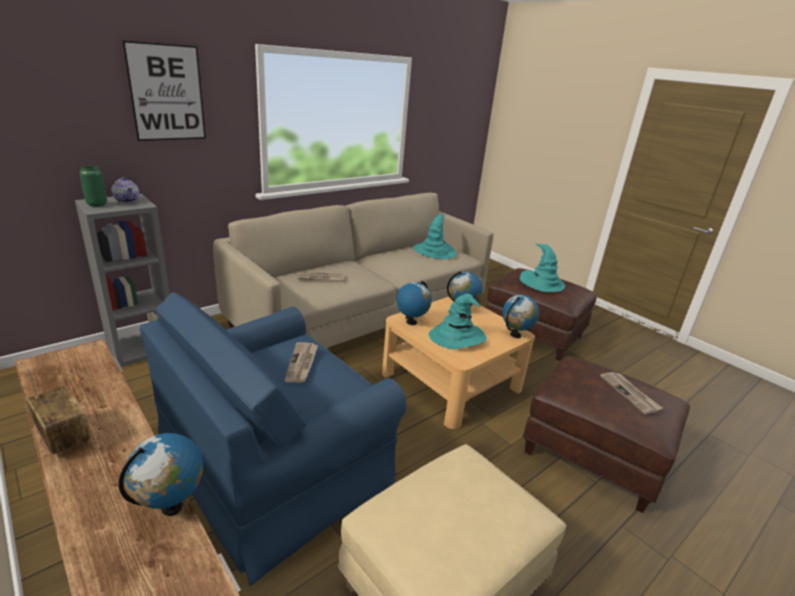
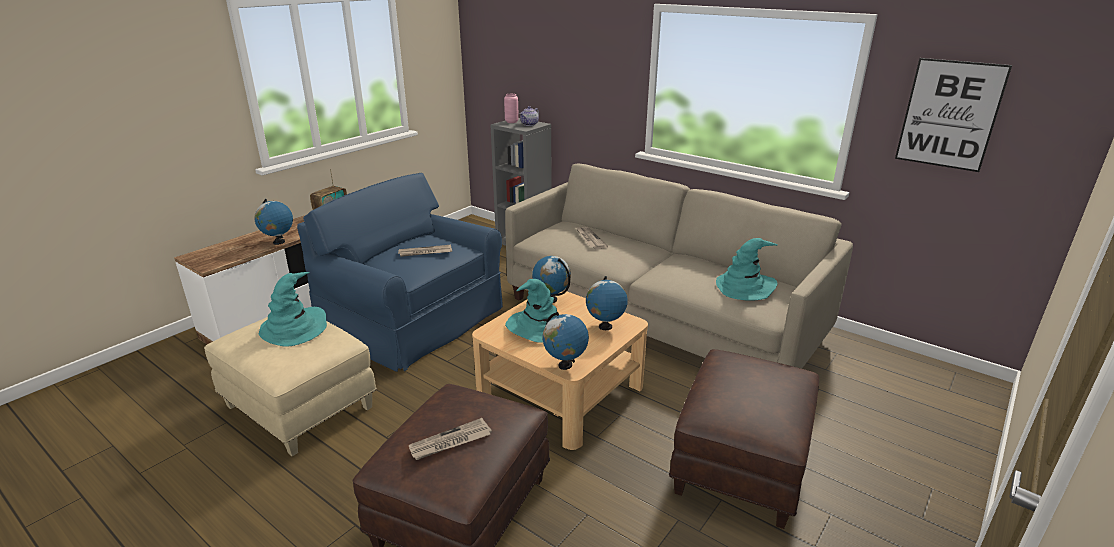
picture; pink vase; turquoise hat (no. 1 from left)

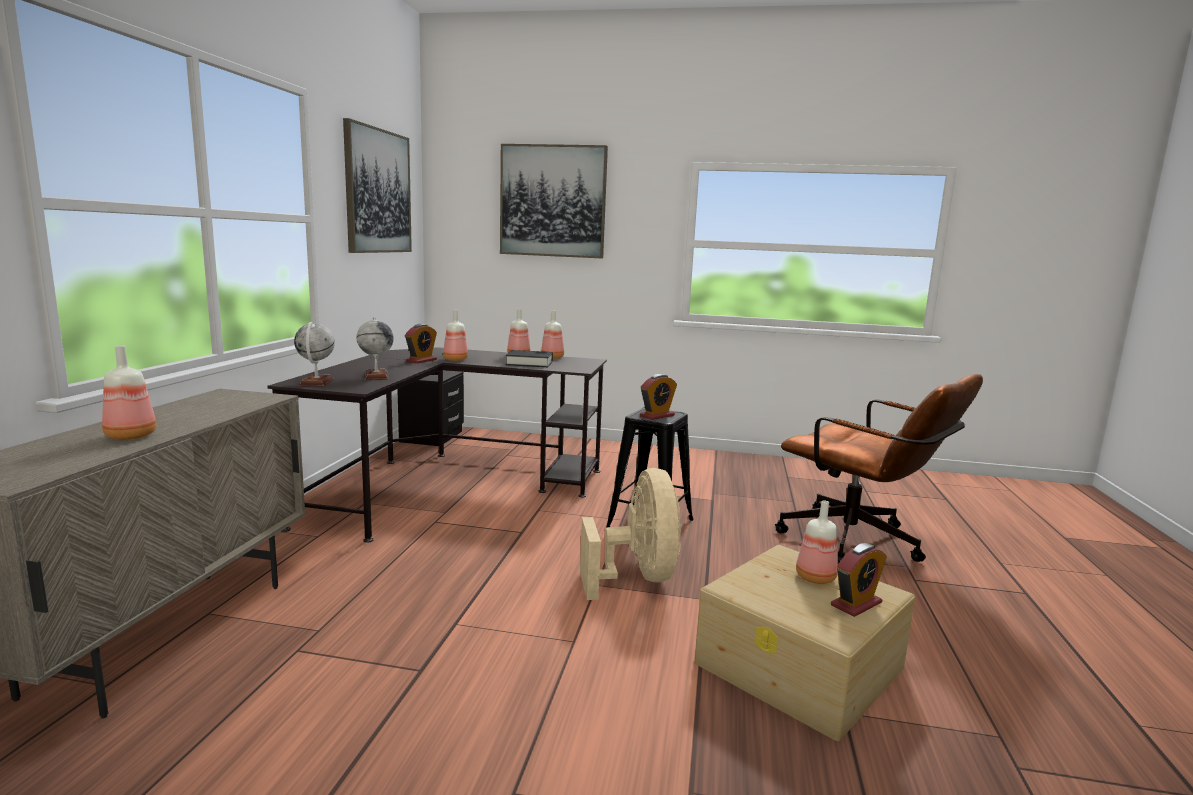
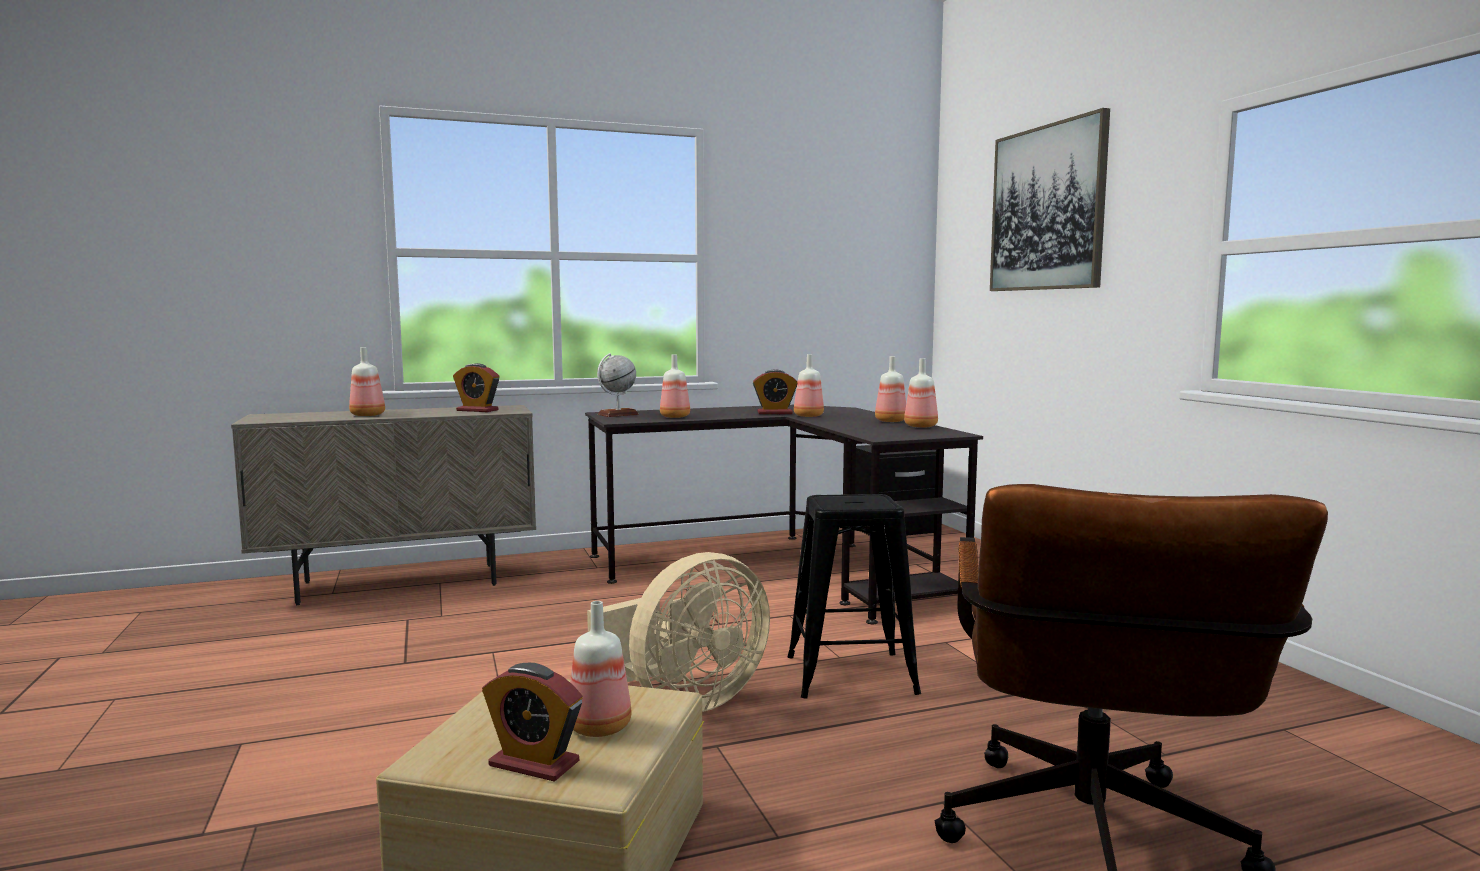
picture (no. 1 from left in the first image); bottle (no. 3 from left); black book; alarm clock (no. 1 from left)

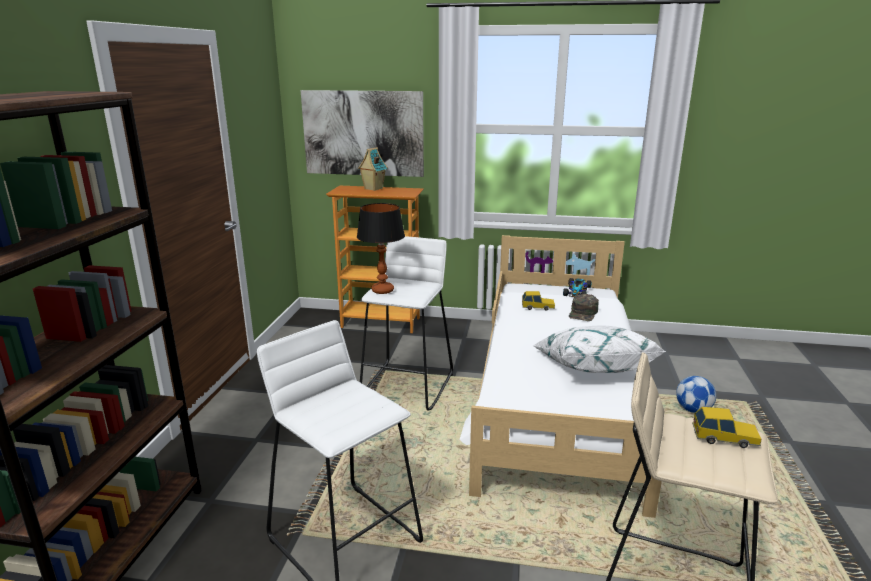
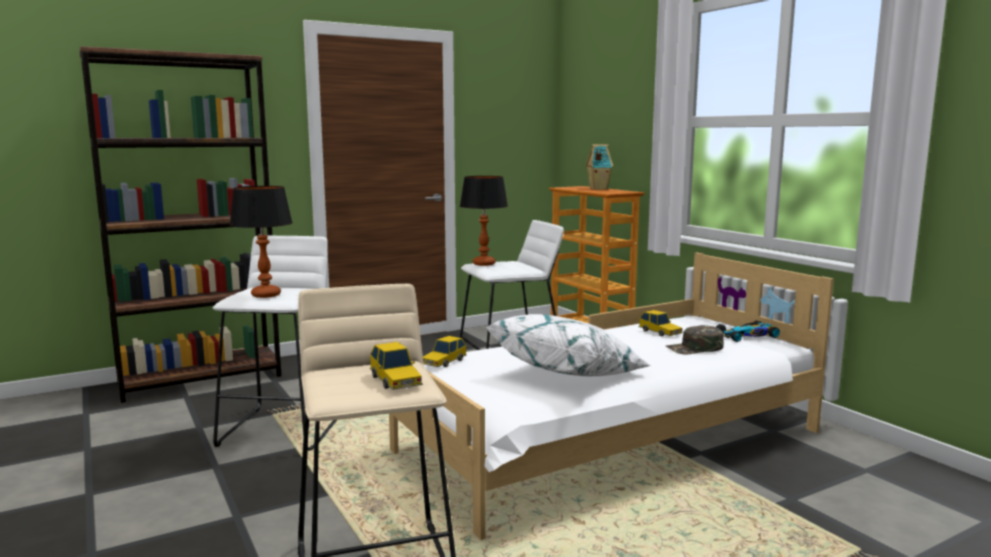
picture; football; table lamp (no. 1 from left); toy car (no. 2 from left)

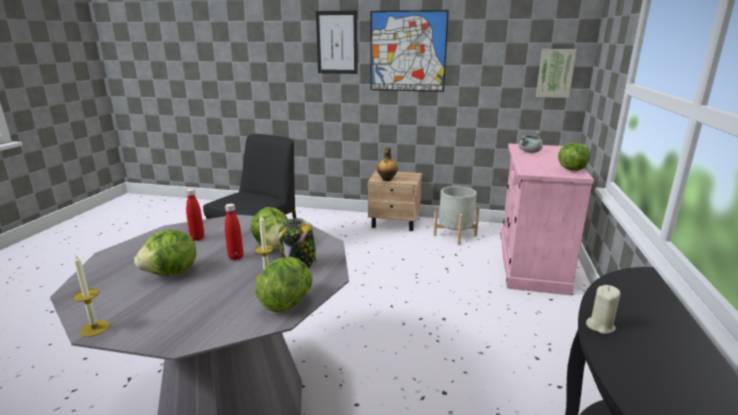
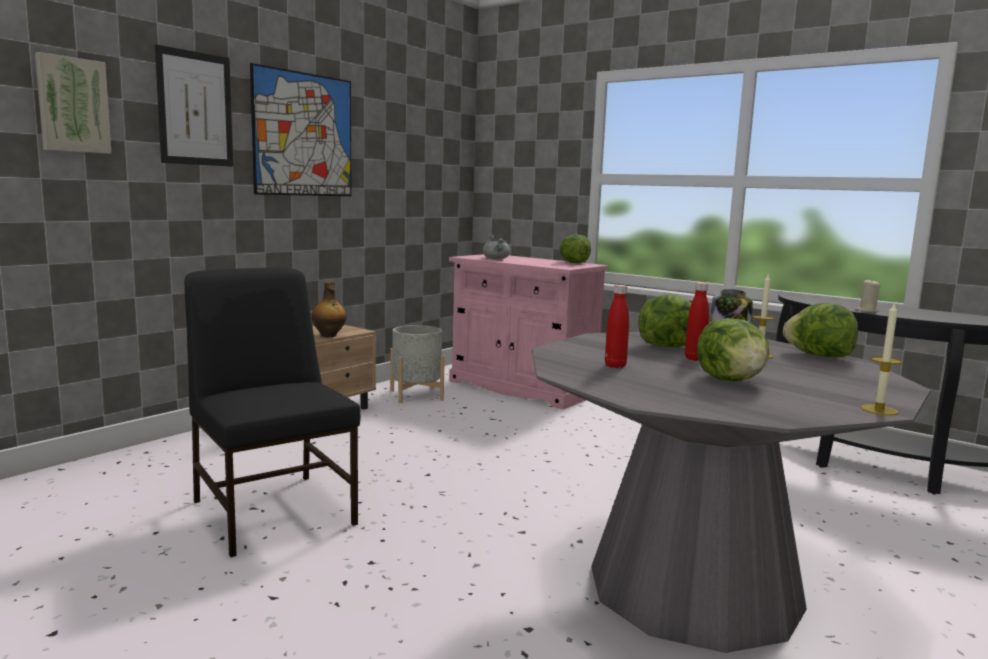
picture (no. 1 from left)

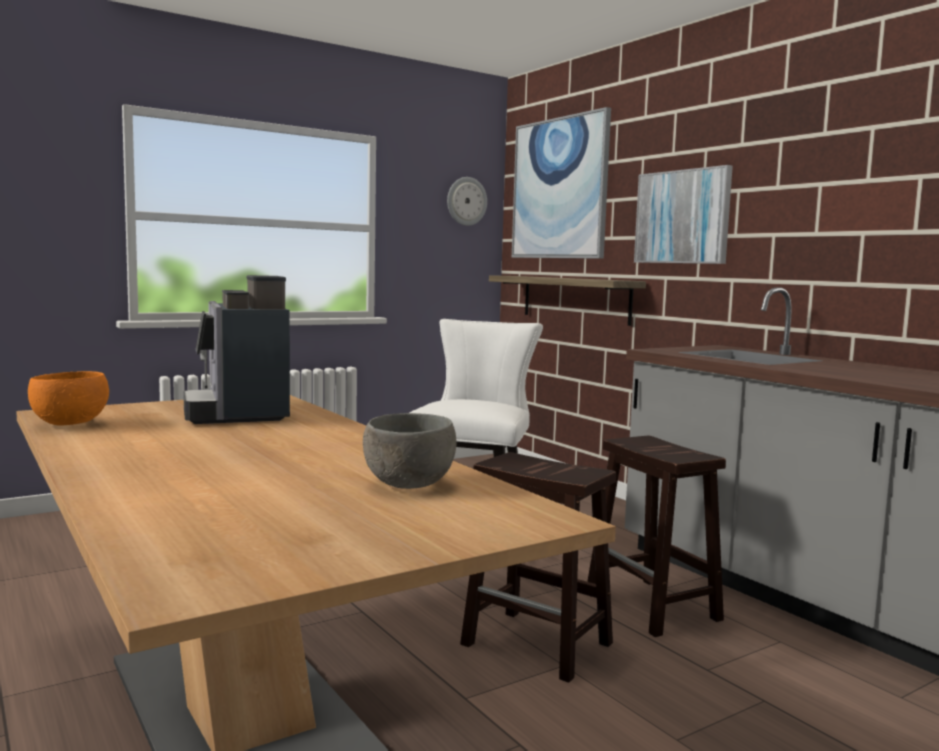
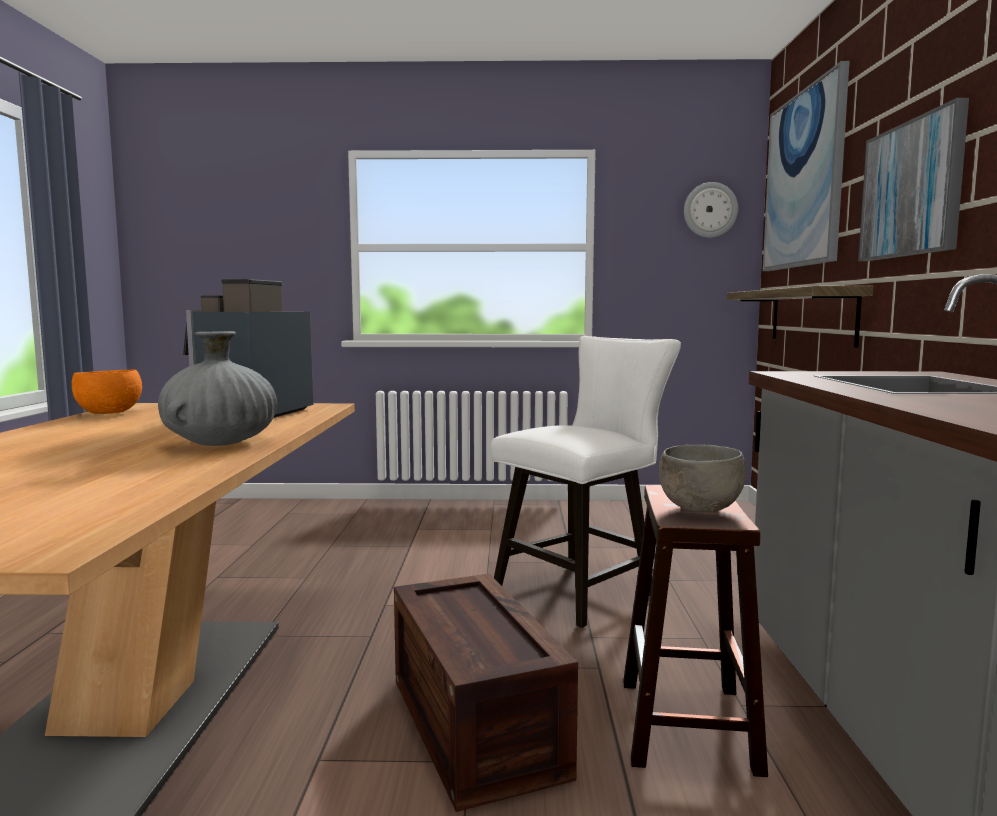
grey bowl; crate; grey vase

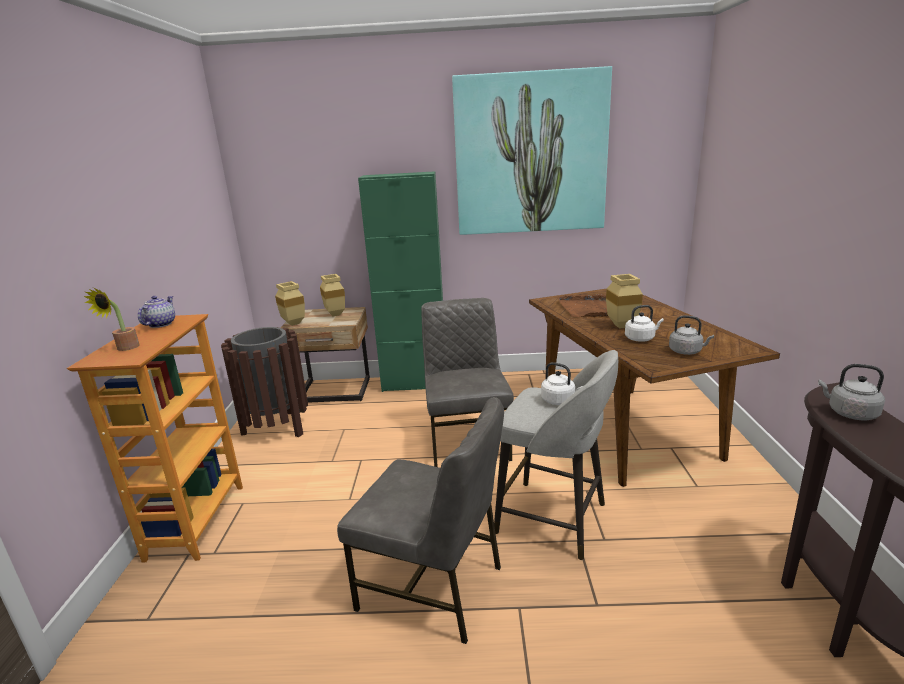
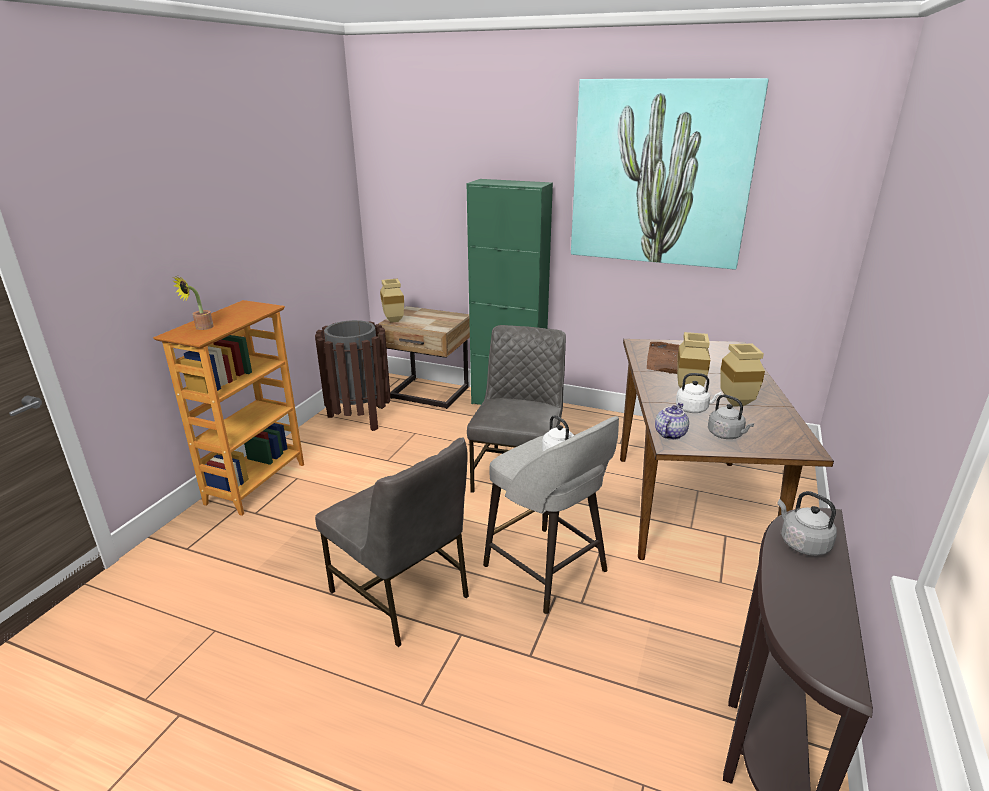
beige vase (no. 3 from left); teapot

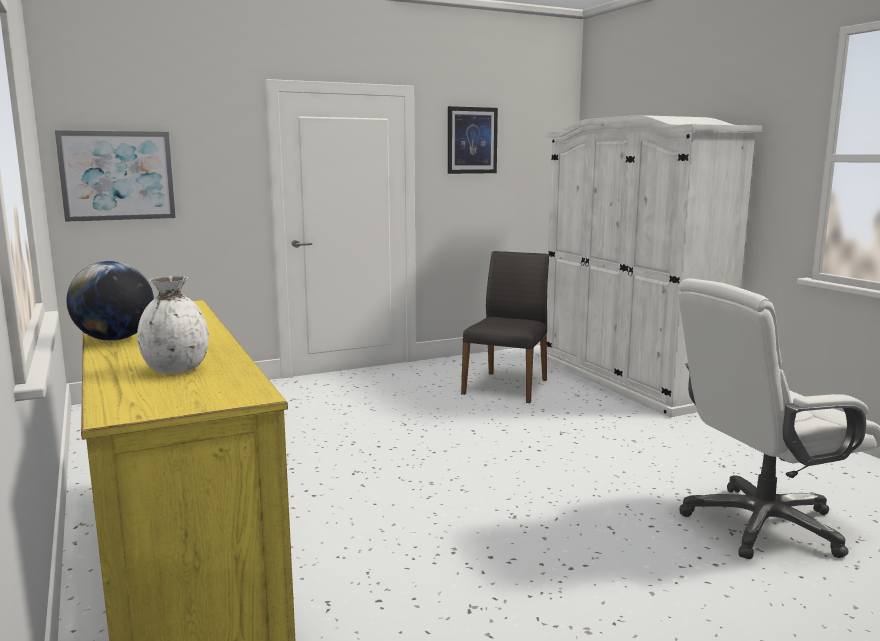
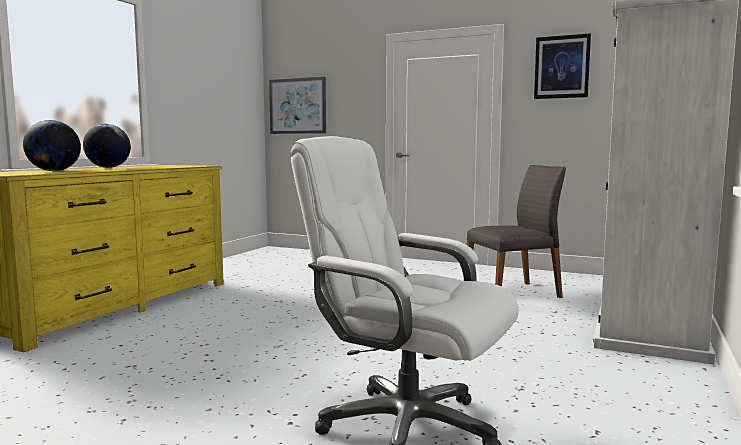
globe (no. 1 from left)

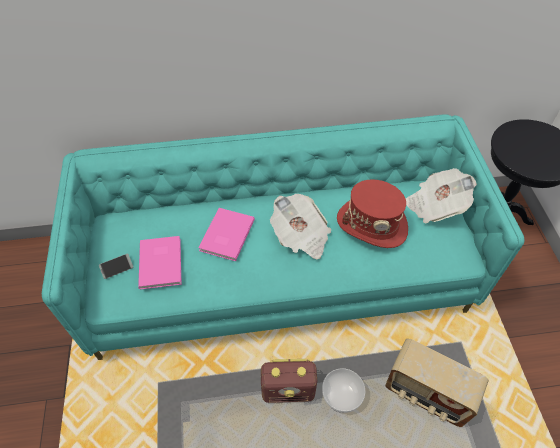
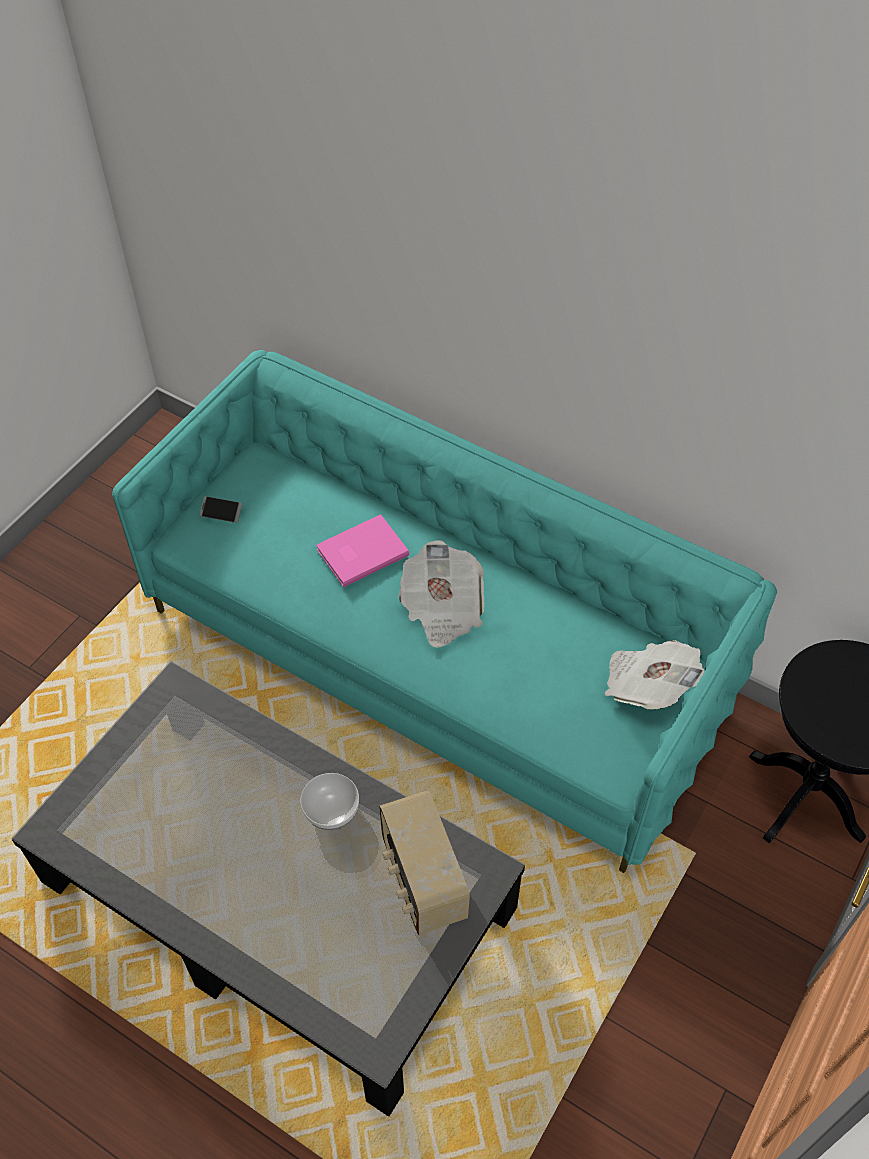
red hat; pink book (no. 1 from left in the first image); radio (no. 1 from left in the first image)

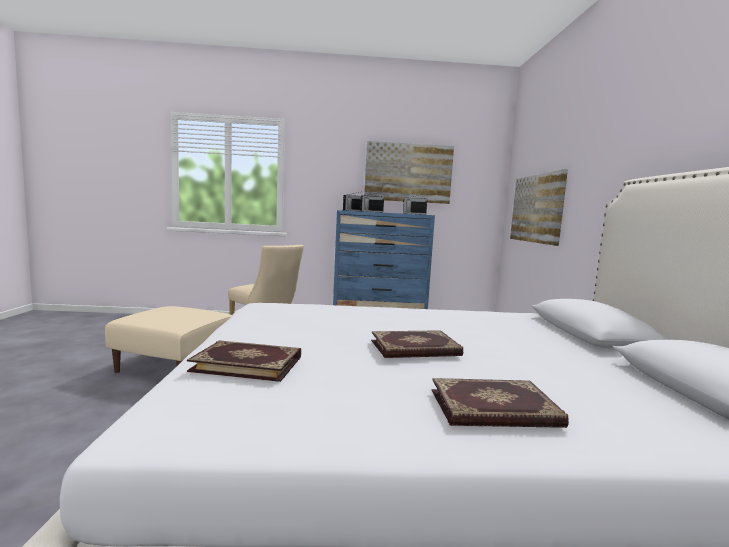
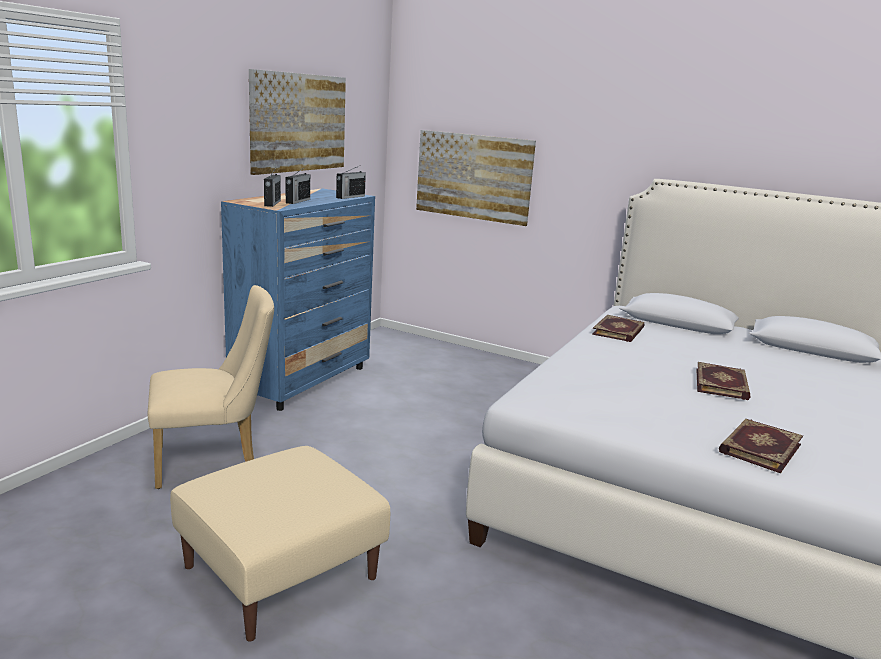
book (no. 1 from left)

